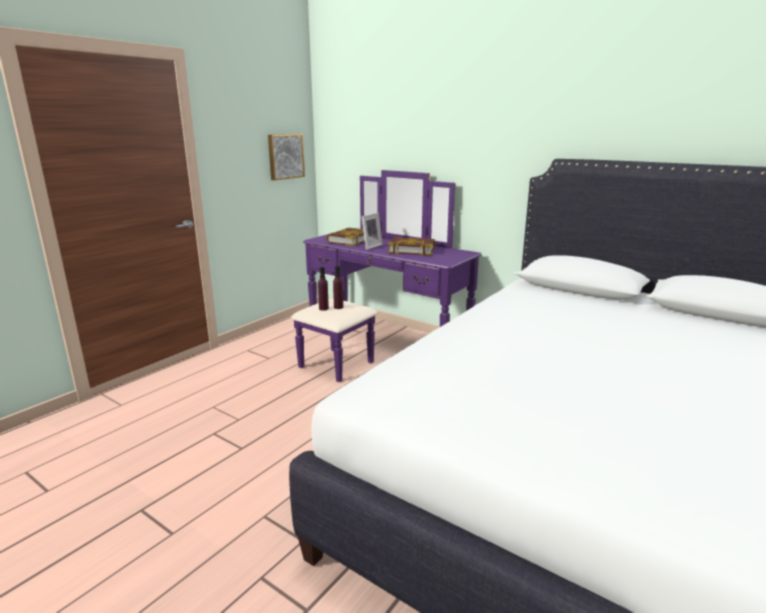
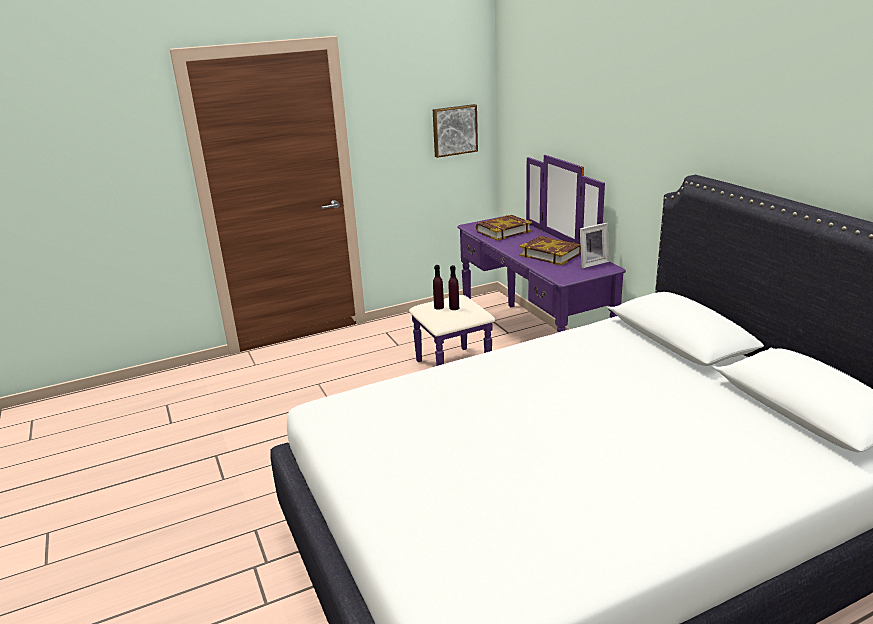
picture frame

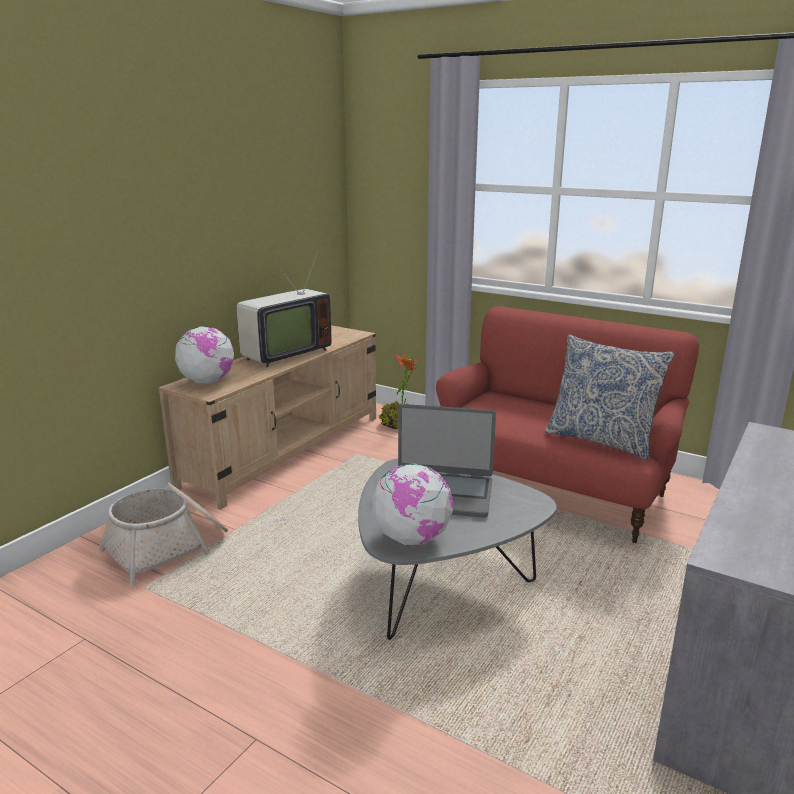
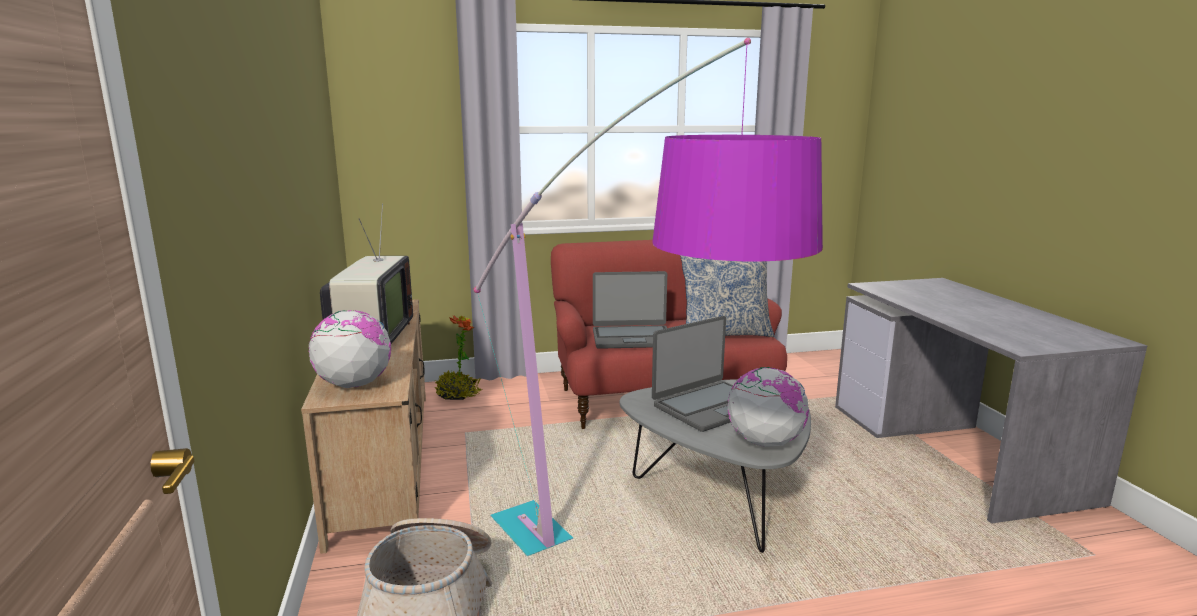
floor lamp; laptop (no. 1 from left)

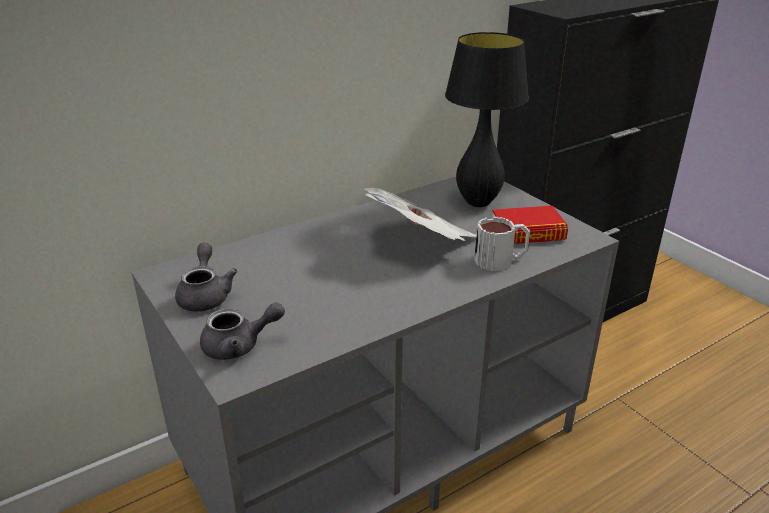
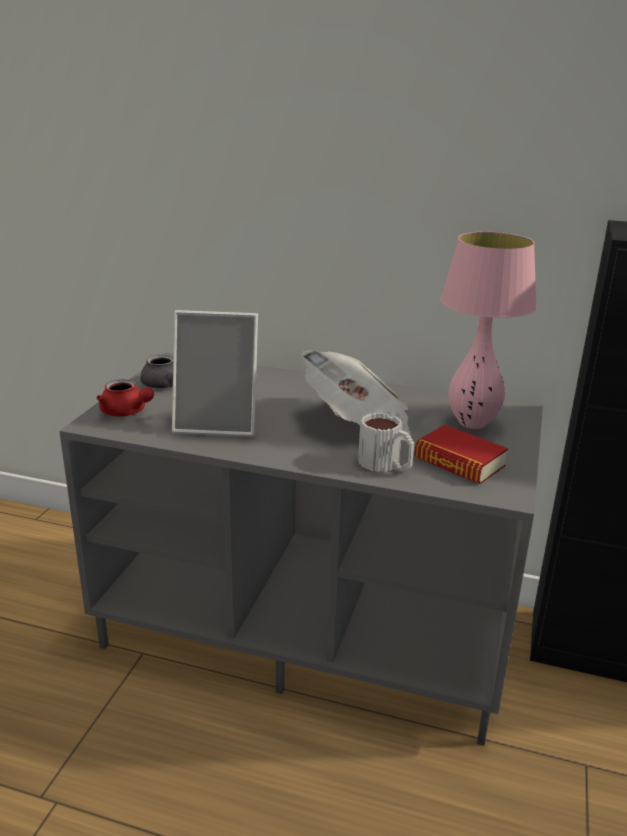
pink table lamp; red teapot; picture frame

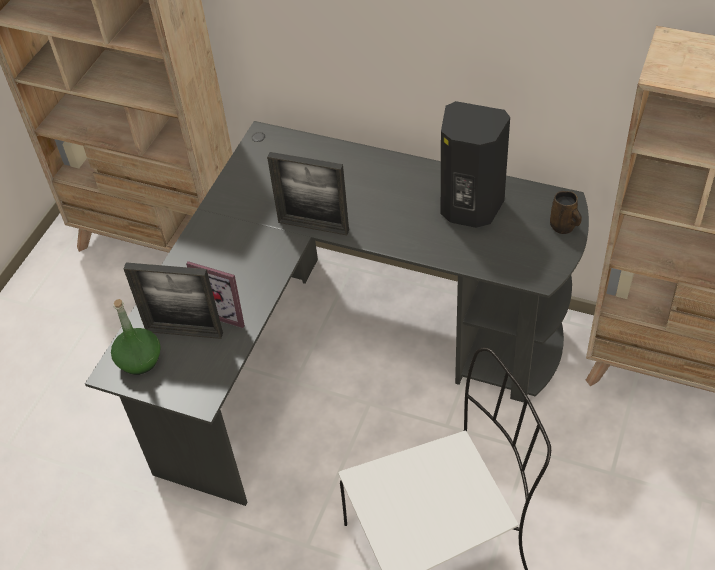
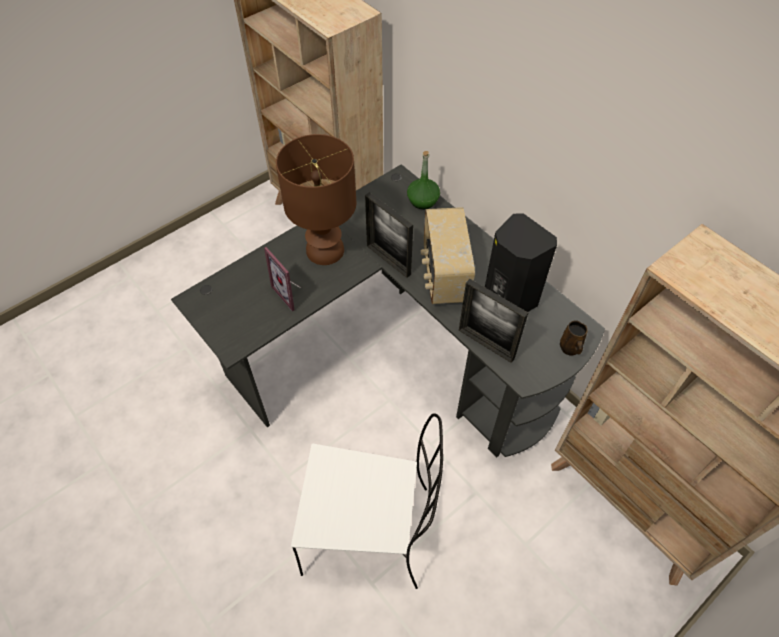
picture frame (no. 3 from left); green bottle; brown table lamp; radio

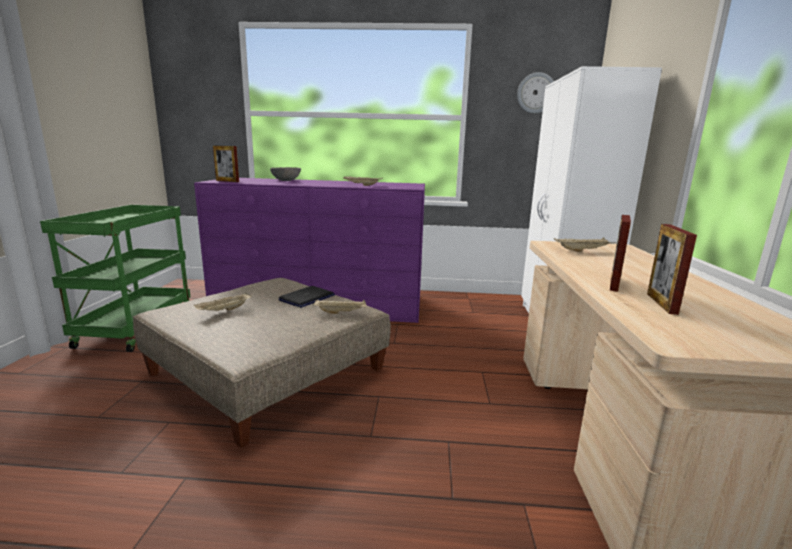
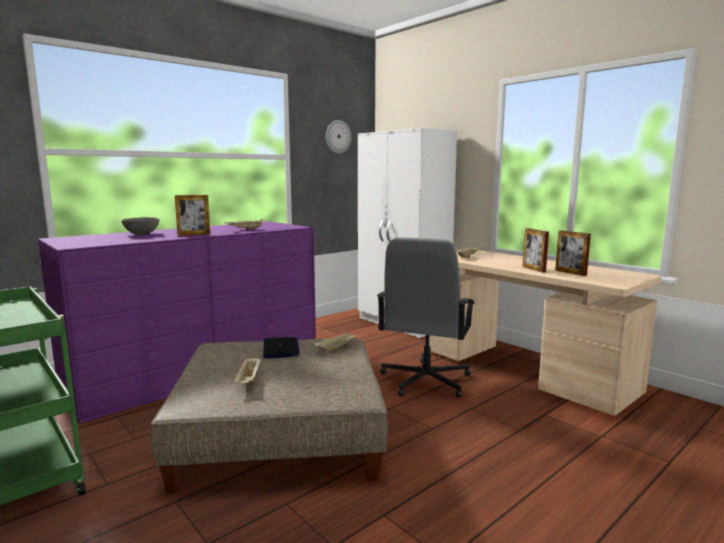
picture frame (no. 1 from left); grey office chair

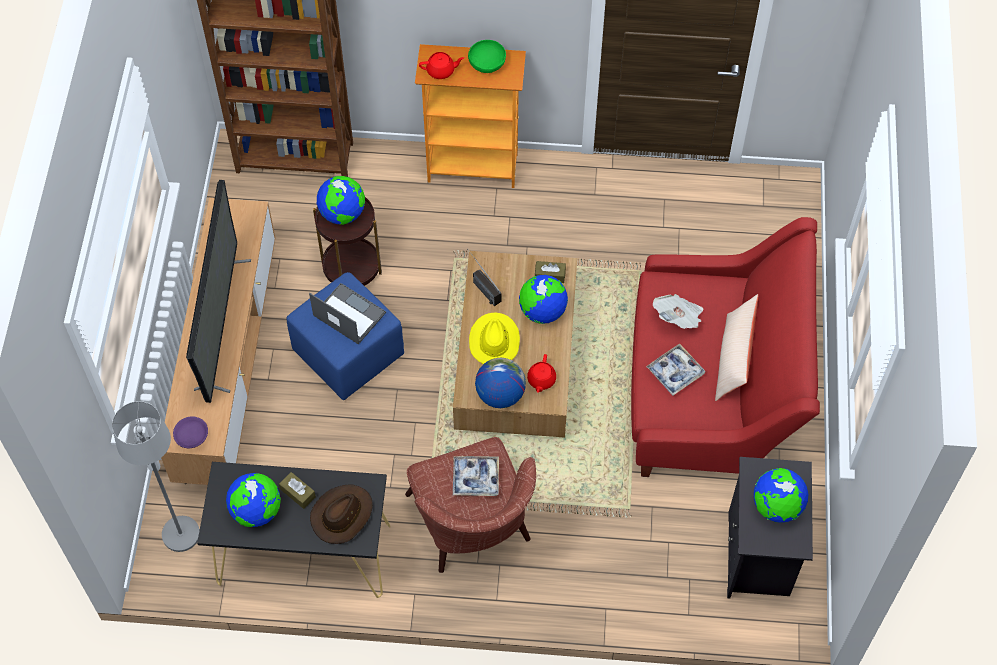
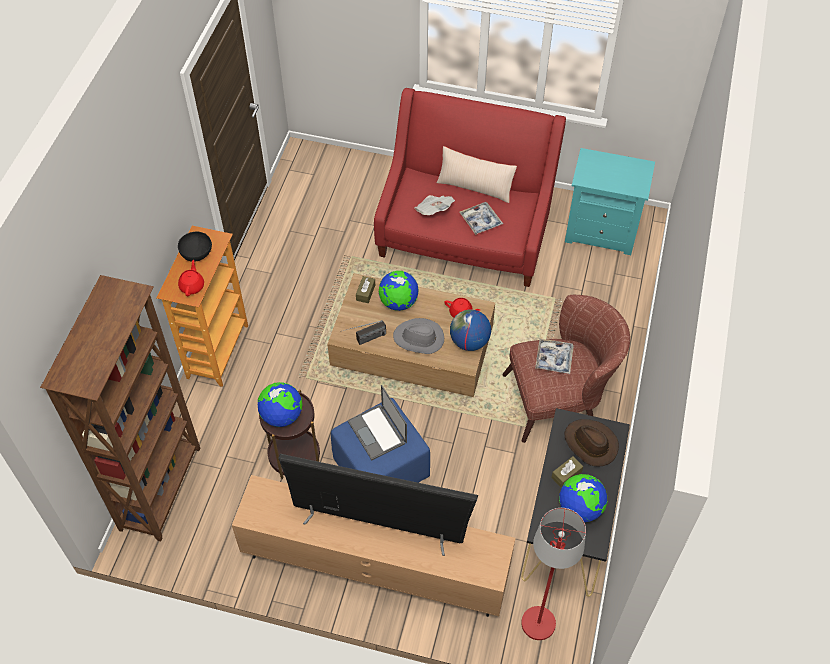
black bowl; laptop; grey hat; red floor lamp; purple bowl; turquoise nightstand; globe (no. 5 from left in the first image)

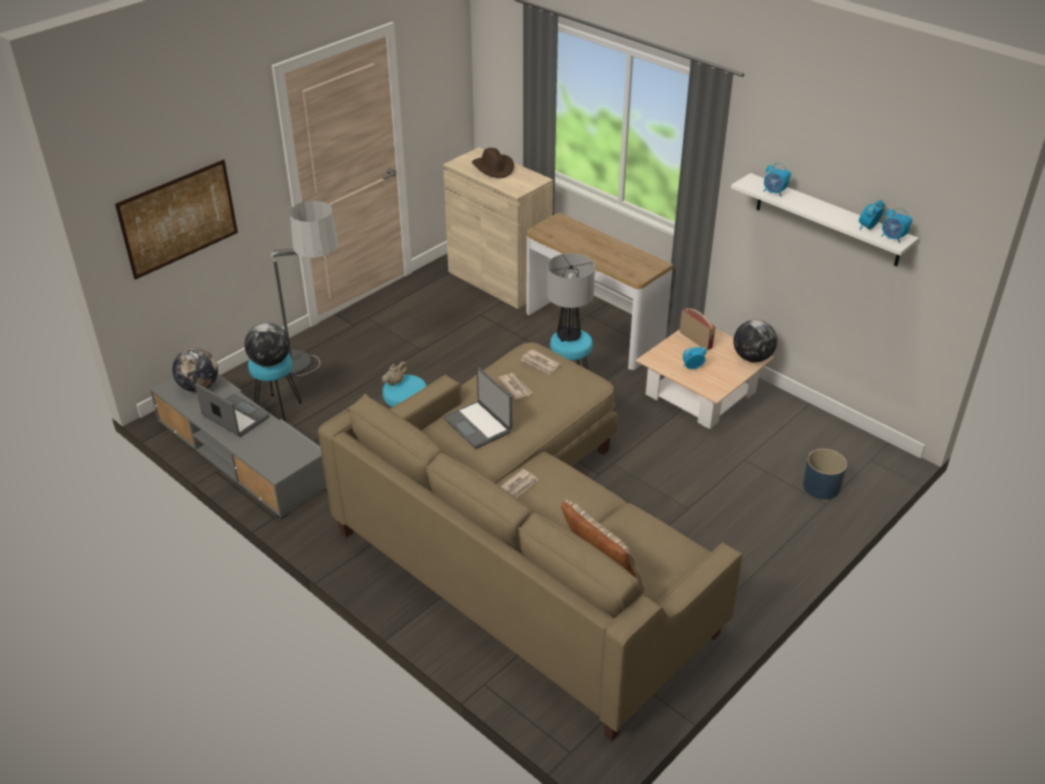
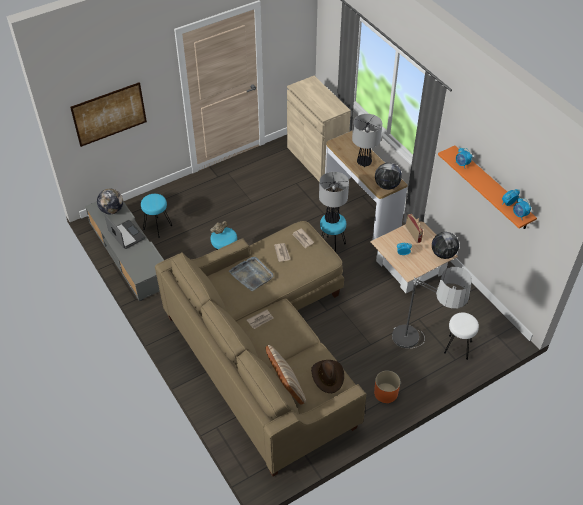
brown hat; orange shelf; floor lamp; globe (no. 2 from left); grey tray; white stool; table lamp (no. 2 from left); orange planter

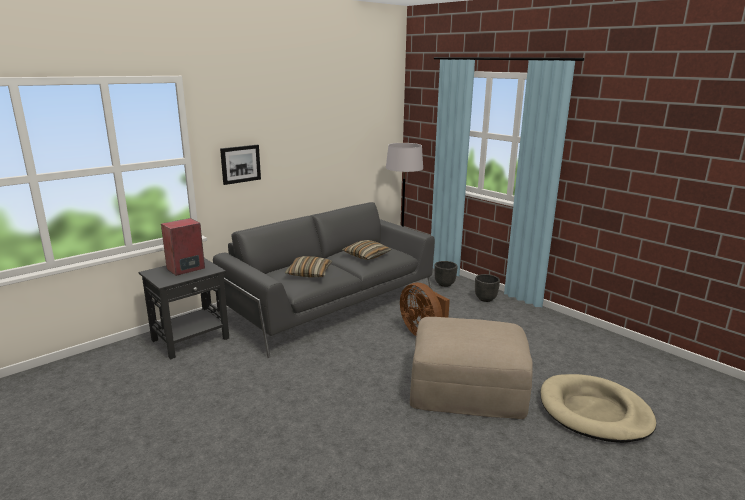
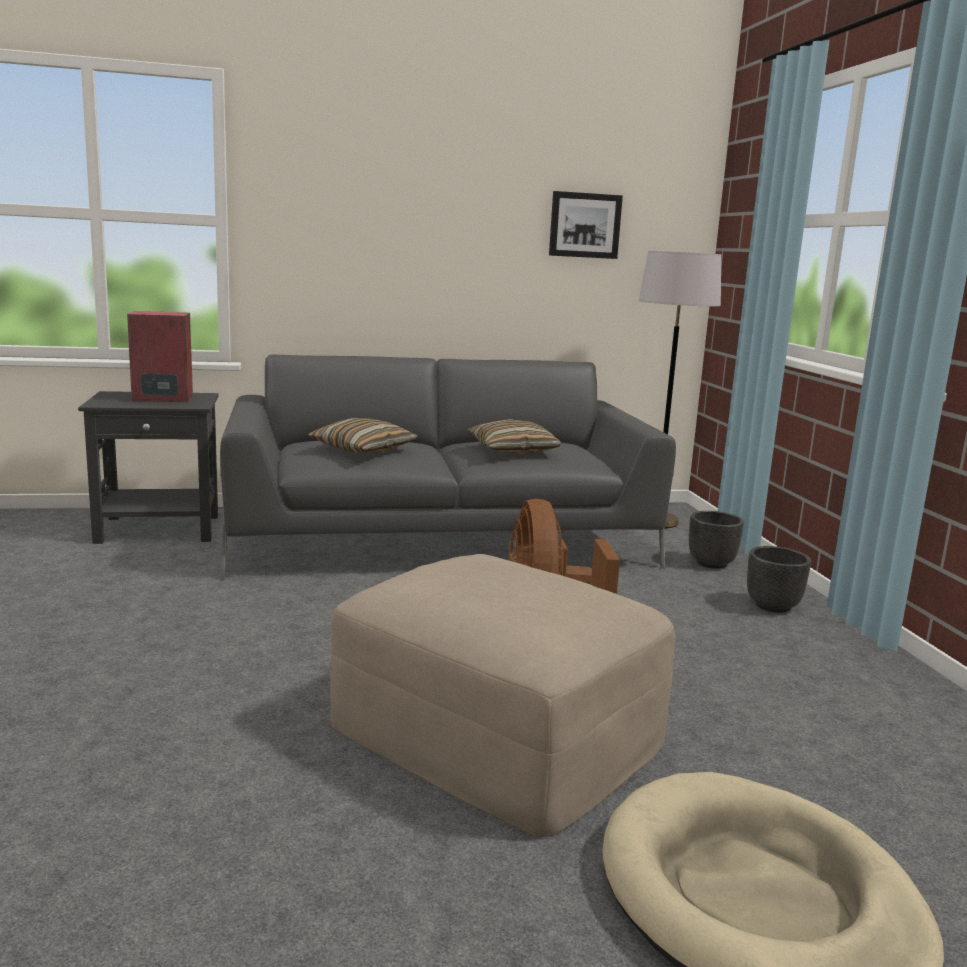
picture

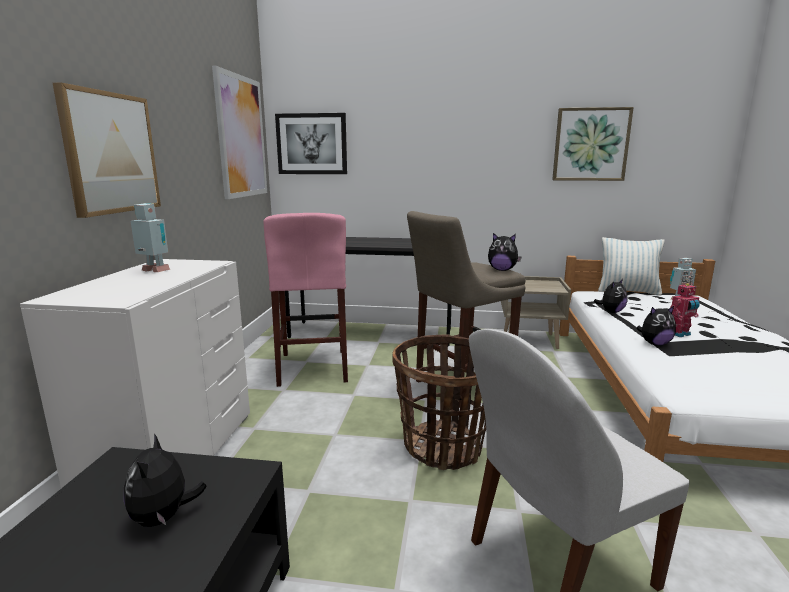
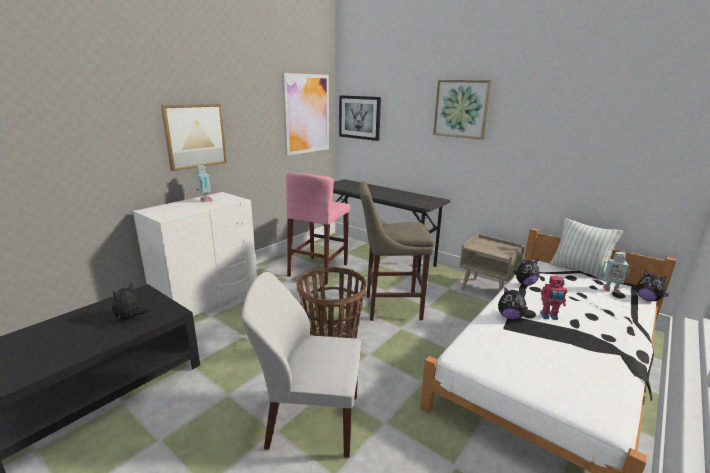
picture (no. 4 from left); plush toy (no. 4 from left)

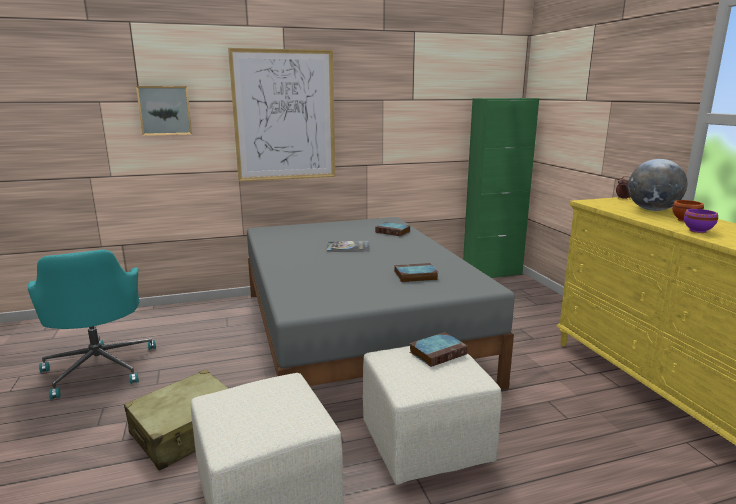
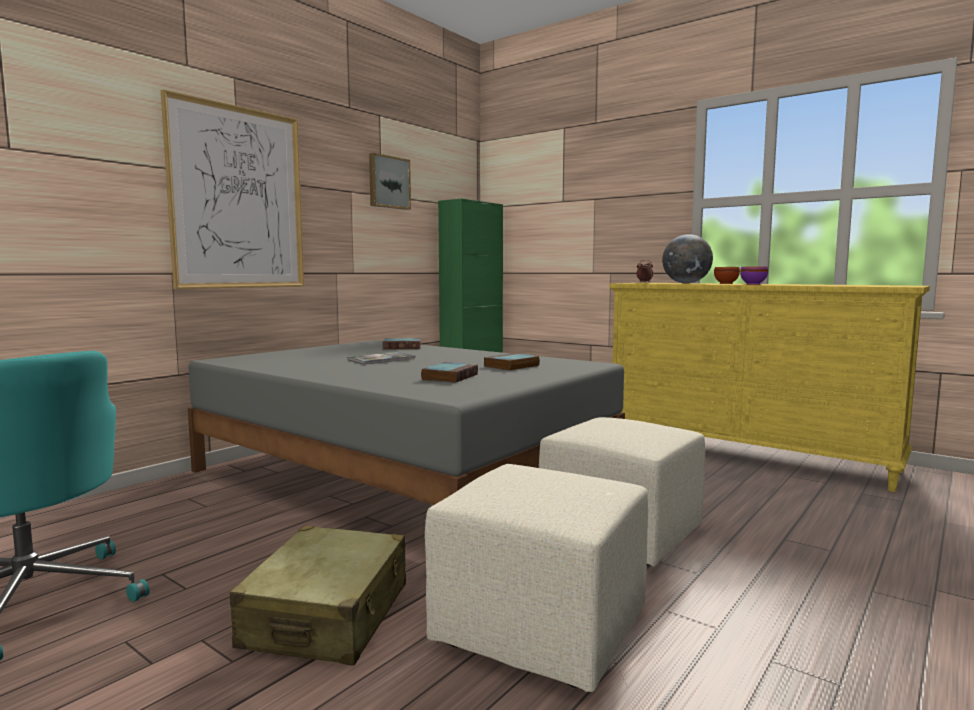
picture (no. 2 from left); book (no. 3 from left)

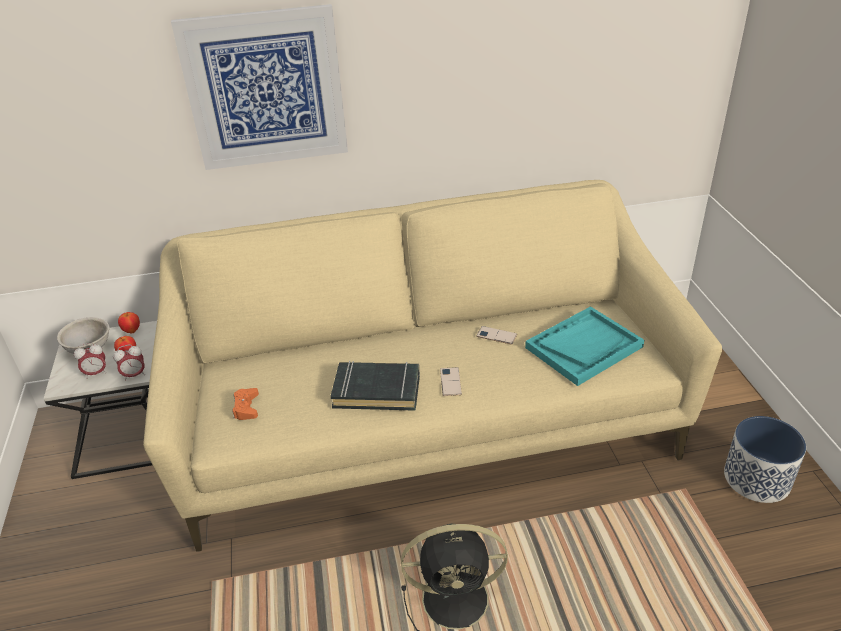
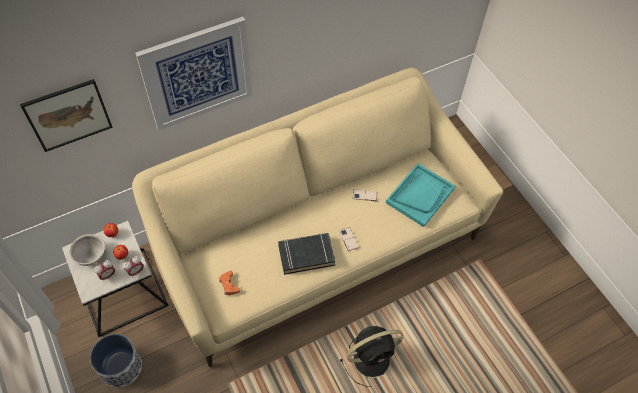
planter; picture (no. 1 from left)

